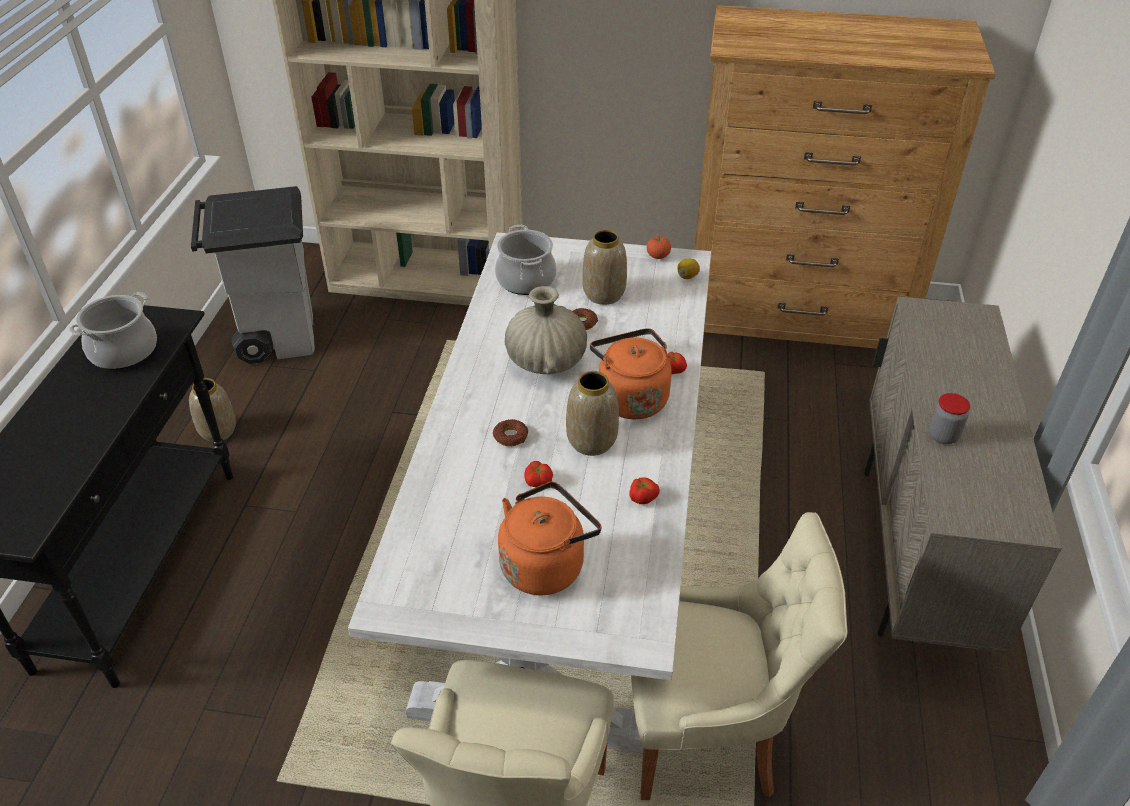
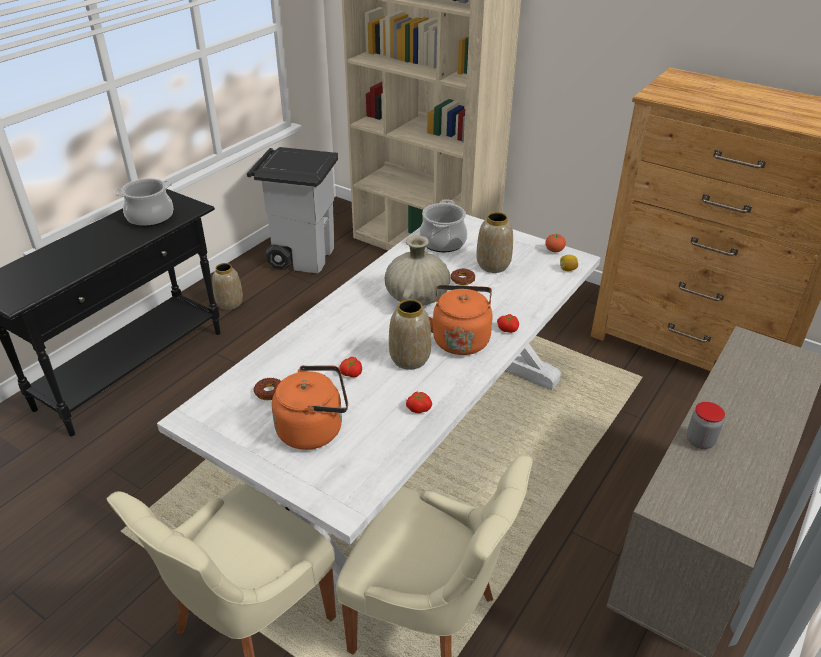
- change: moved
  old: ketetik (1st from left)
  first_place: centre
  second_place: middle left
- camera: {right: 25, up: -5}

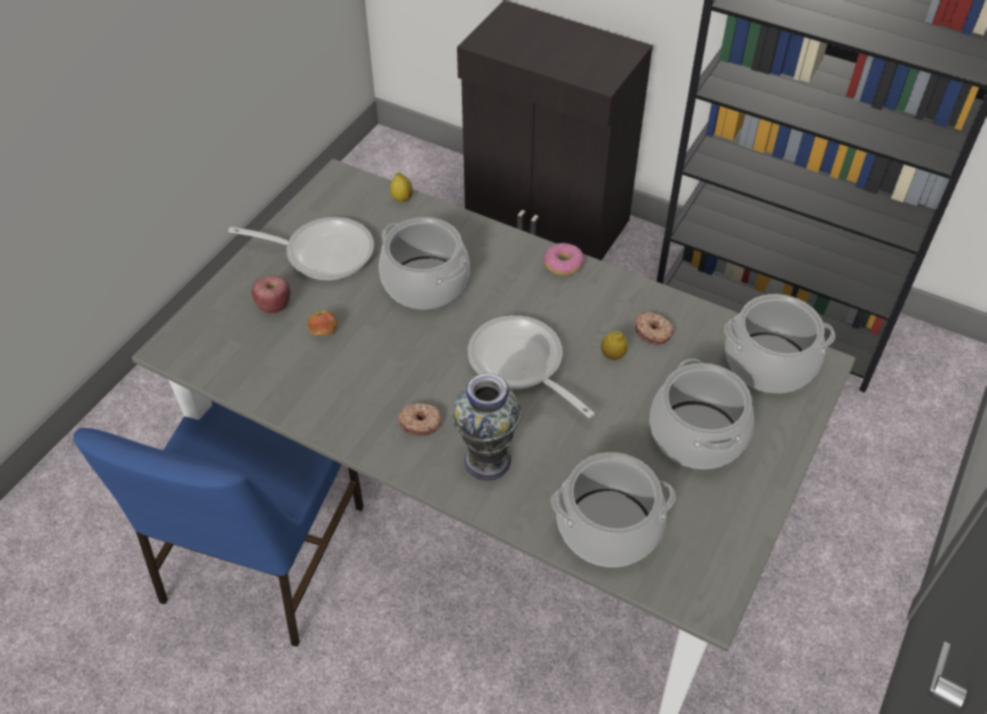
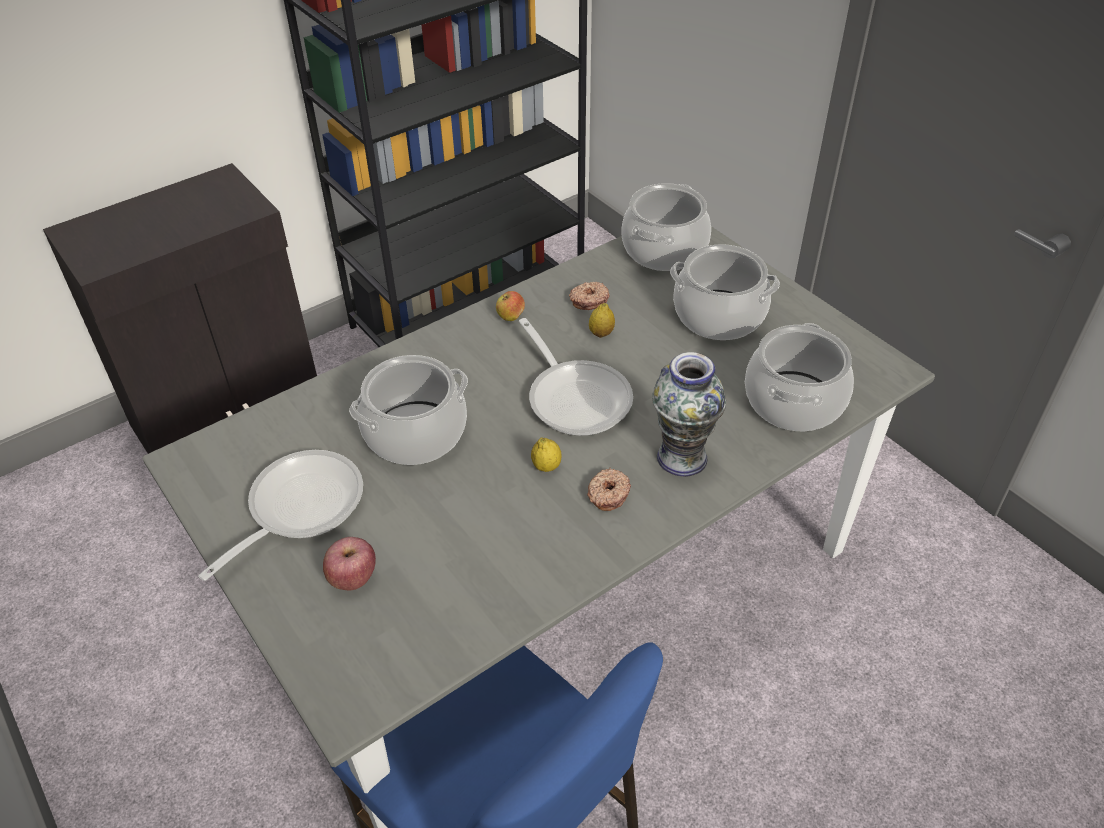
- change: moved
  old: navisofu (2nd from left)
  first_place: middle left
  second_place: centre
- change: turned
  old: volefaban (2nd from left)
  first_place: centre
  second_place: centre
  degrees: -105
- change: moved
  old: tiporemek (1st from left)
  first_place: top centre
  second_place: centre
- change: removed
  old: ketetik (2nd from left)
  first_place: centre
- camera: {right: -65, up: -5}

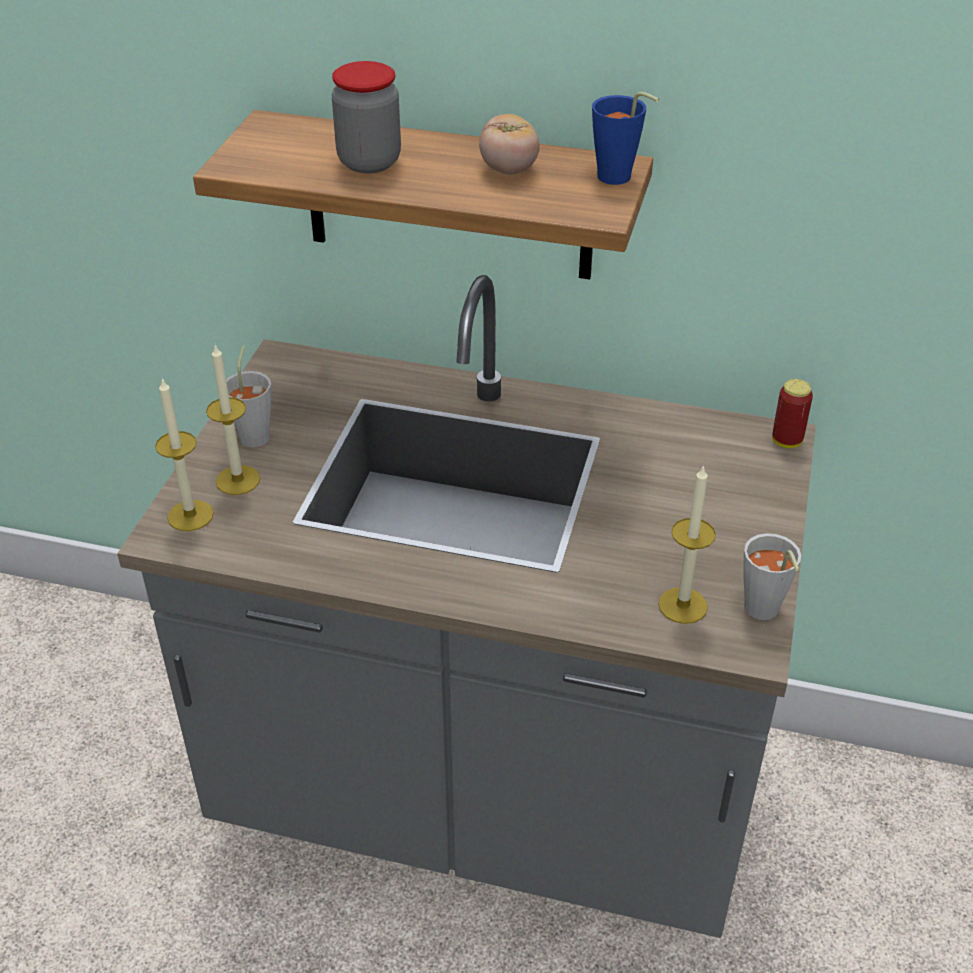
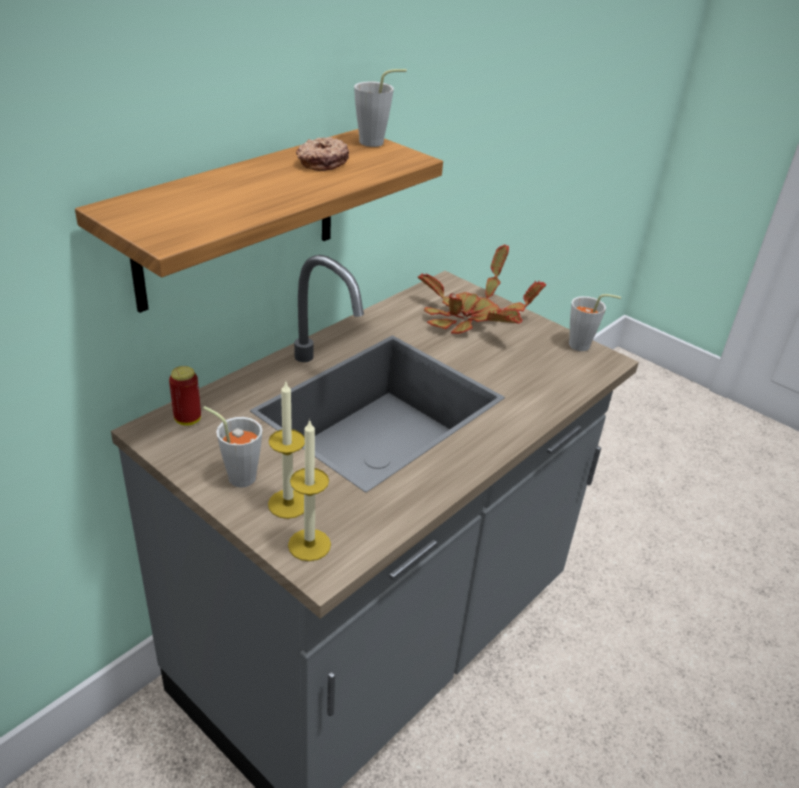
- change: moved
  old: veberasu
  first_place: middle right
  second_place: middle left
- change: replaced
  old: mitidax
  new: ketetik
  first_place: top centre
  second_place: top centre
- change: recoloured
  old: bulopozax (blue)
  new: bulopozax (grey) (2nd from left)
  first_place: top centre
  second_place: top centre
- change: added
  new: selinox
  second_place: centre
- change: removed
  old: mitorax
  first_place: top centre
- change: removed
  old: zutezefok (3rd from left)
  first_place: middle right
- camera: {right: -65, up: -5}

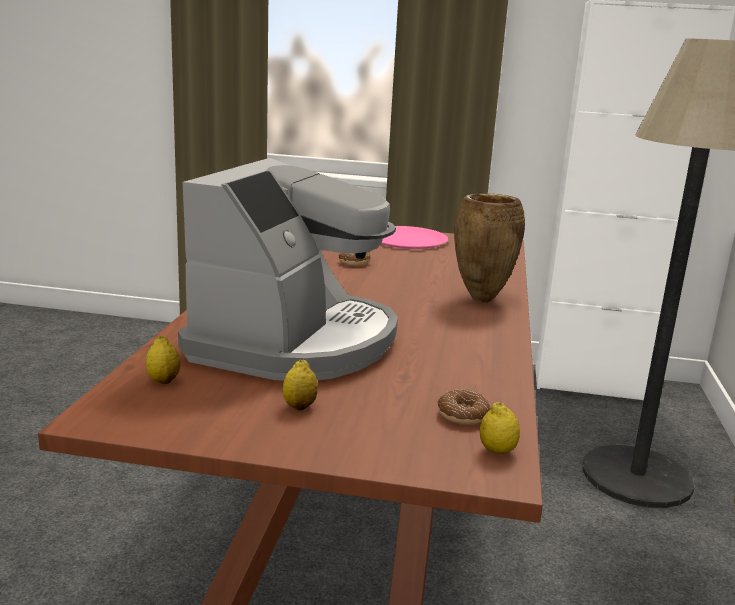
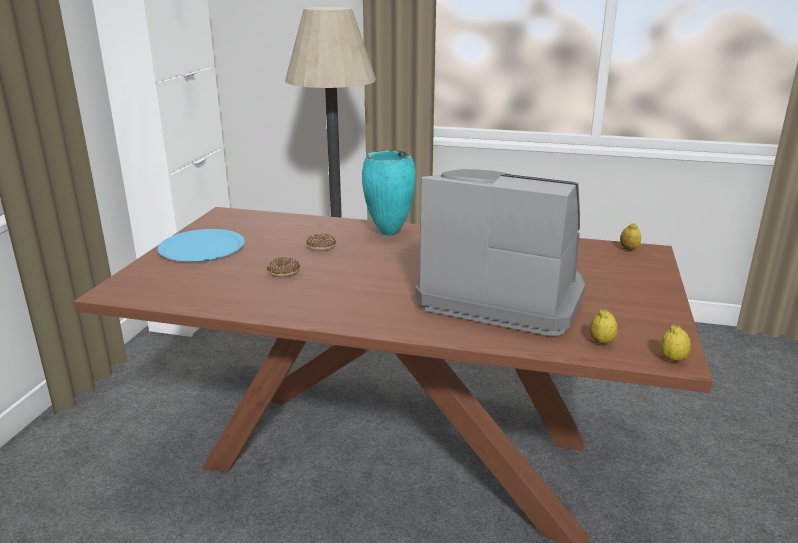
- change: recoloured
  old: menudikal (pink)
  new: menudikal (blue)
  first_place: centre
  second_place: middle left
- change: moved
  old: ketetik (2nd from left)
  first_place: bottom centre
  second_place: centre
- change: recoloured
  old: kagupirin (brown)
  new: kagupirin (turquoise)
  first_place: centre
  second_place: centre
- change: moved
  old: tiporemek (2nd from left in the first image)
  new: tiporemek (3rd from left)
  first_place: centre
  second_place: middle right
- camera: {right: -85, up: 5}

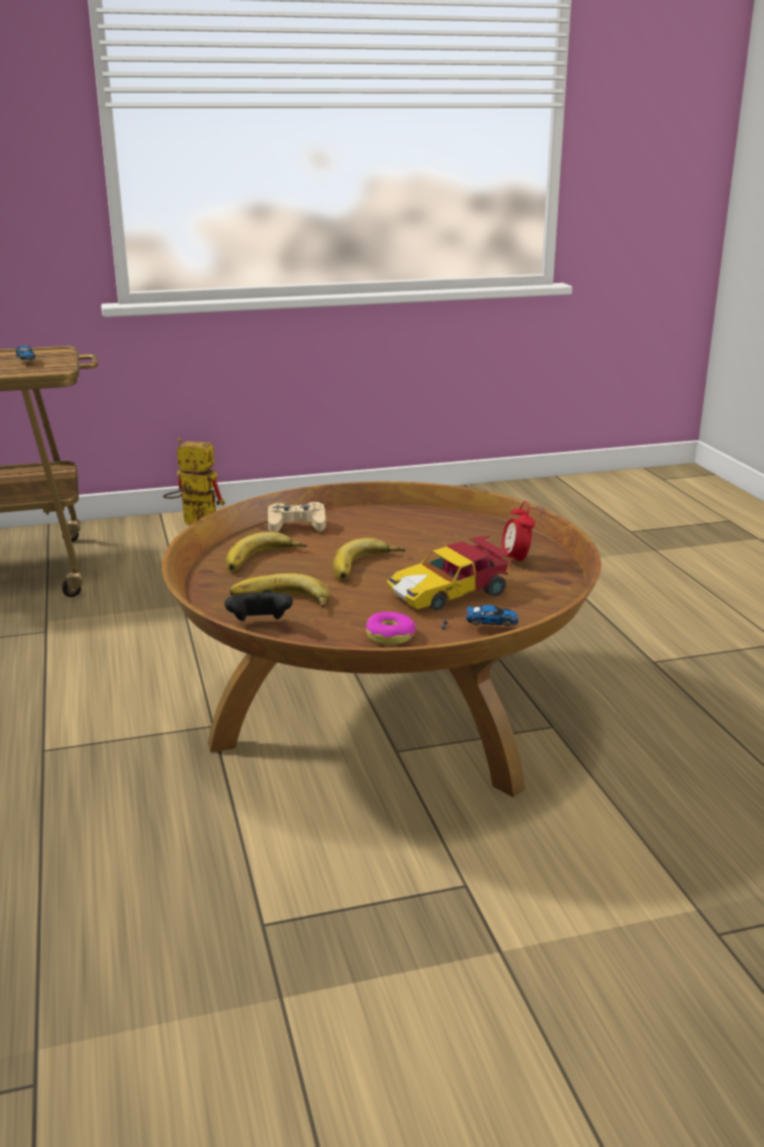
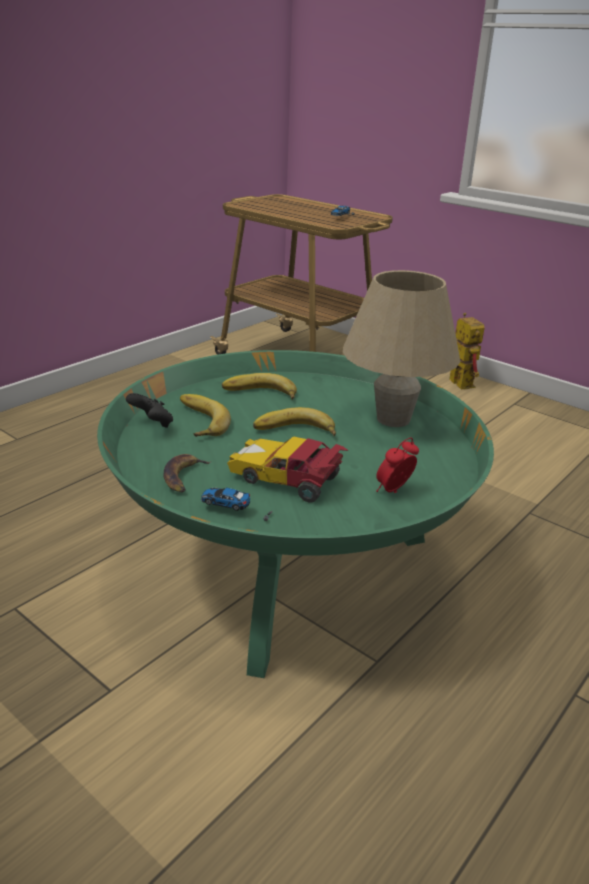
- change: recoloured
  old: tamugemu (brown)
  new: tamugemu (green)
  first_place: centre
  second_place: centre
- change: replaced
  old: ketetik
  new: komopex (1st from left)
  first_place: centre
  second_place: middle left
- change: turned
  old: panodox (3rd from left in the first image)
  first_place: centre
  second_place: centre
  degrees: 135
- change: added
  new: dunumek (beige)
  second_place: middle right
- change: removed
  old: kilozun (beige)
  first_place: centre
- camera: {right: 55, up: 5}

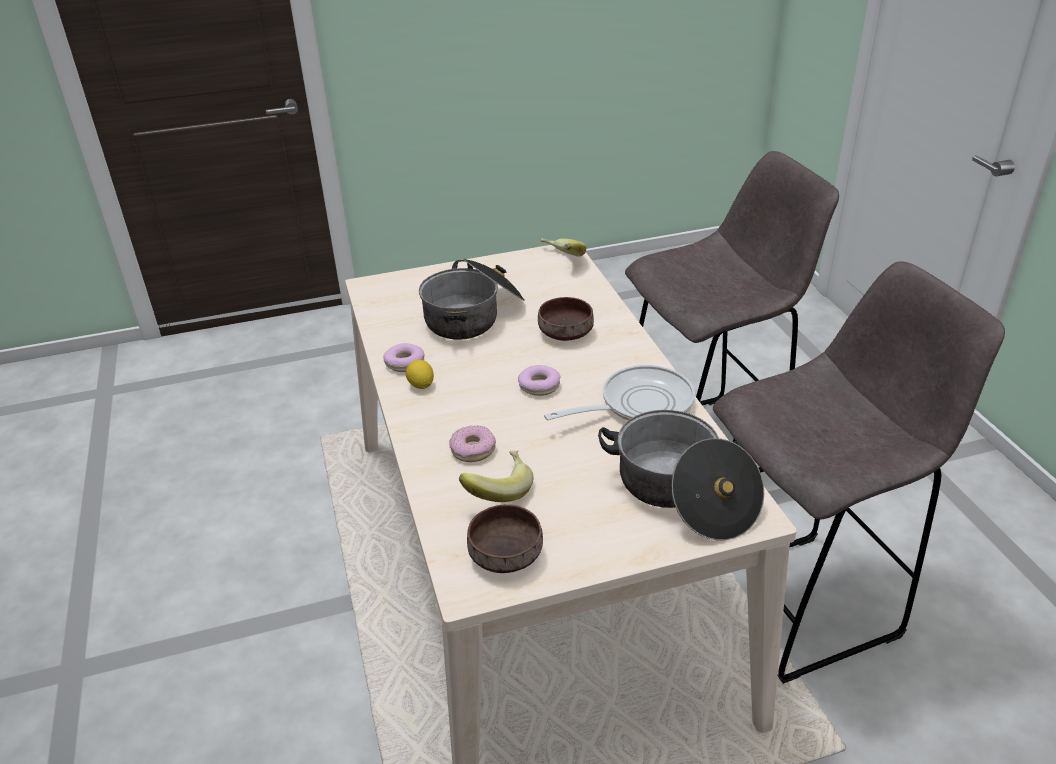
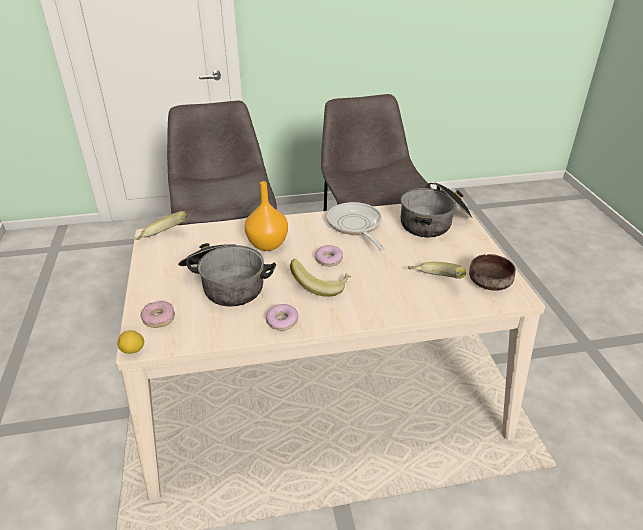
- change: moved
  old: tiporemek
  first_place: centre
  second_place: middle left
- change: moved
  old: ketetik (2nd from left in the first image)
  new: ketetik (1st from left)
  first_place: centre
  second_place: middle left
- change: replaced
  old: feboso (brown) (2nd from left)
  new: kagupirin (orange)
  first_place: centre
  second_place: centre
- change: added
  new: komopex (2nd from left)
  second_place: centre
- camera: {right: -85, up: 0}

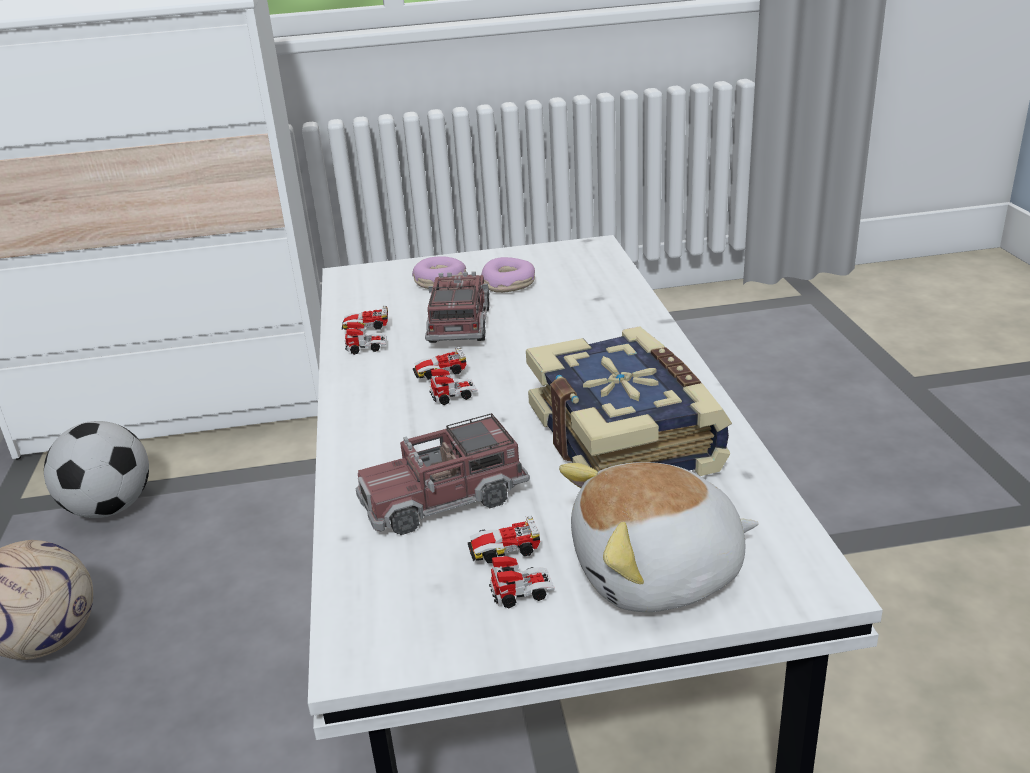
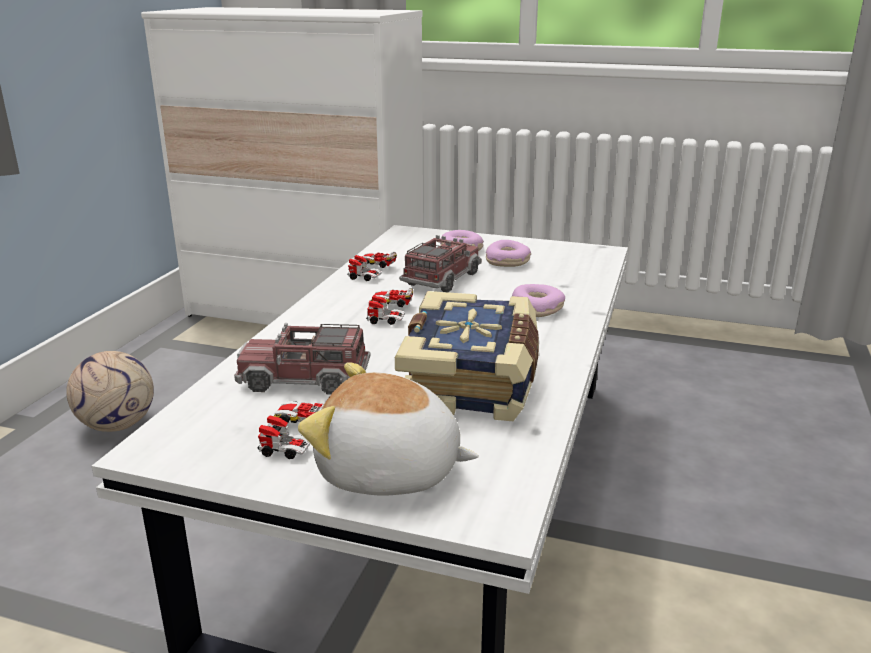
- change: added
  new: ketetik (3rd from left)
  second_place: centre
- change: removed
  old: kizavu (2nd from left)
  first_place: middle left
- camera: {right: 25, up: -5}

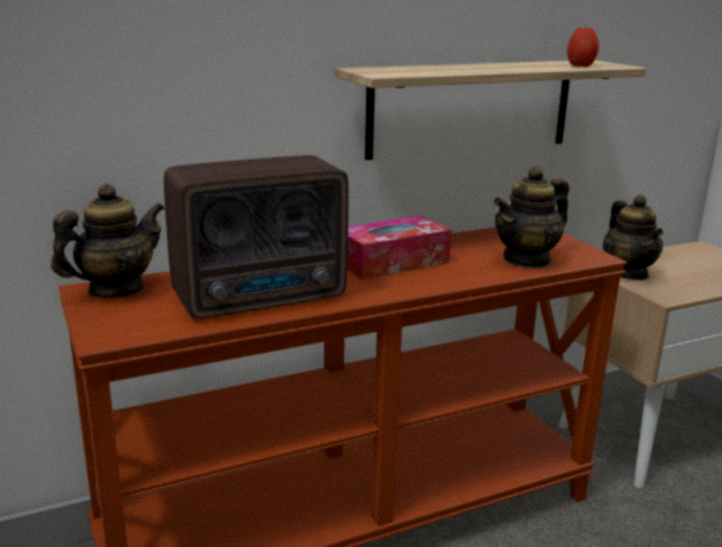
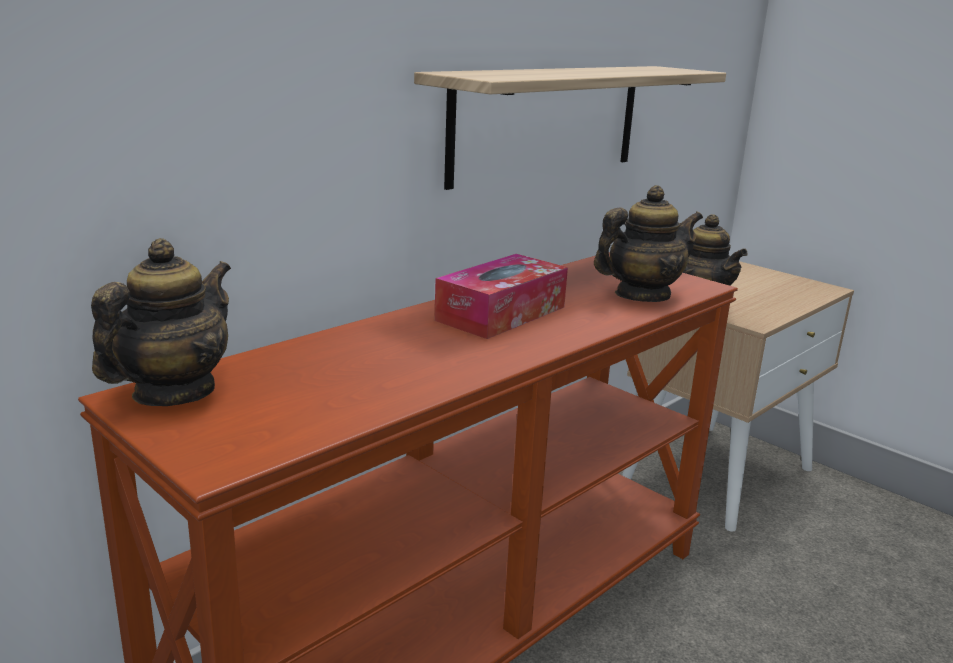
- change: turned
  old: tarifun (2nd from left)
  first_place: middle right
  second_place: middle right
  degrees: -150
- change: removed
  old: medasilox
  first_place: centre
- change: removed
  old: navisofu
  first_place: top right
- camera: {right: -20, up: 0}

